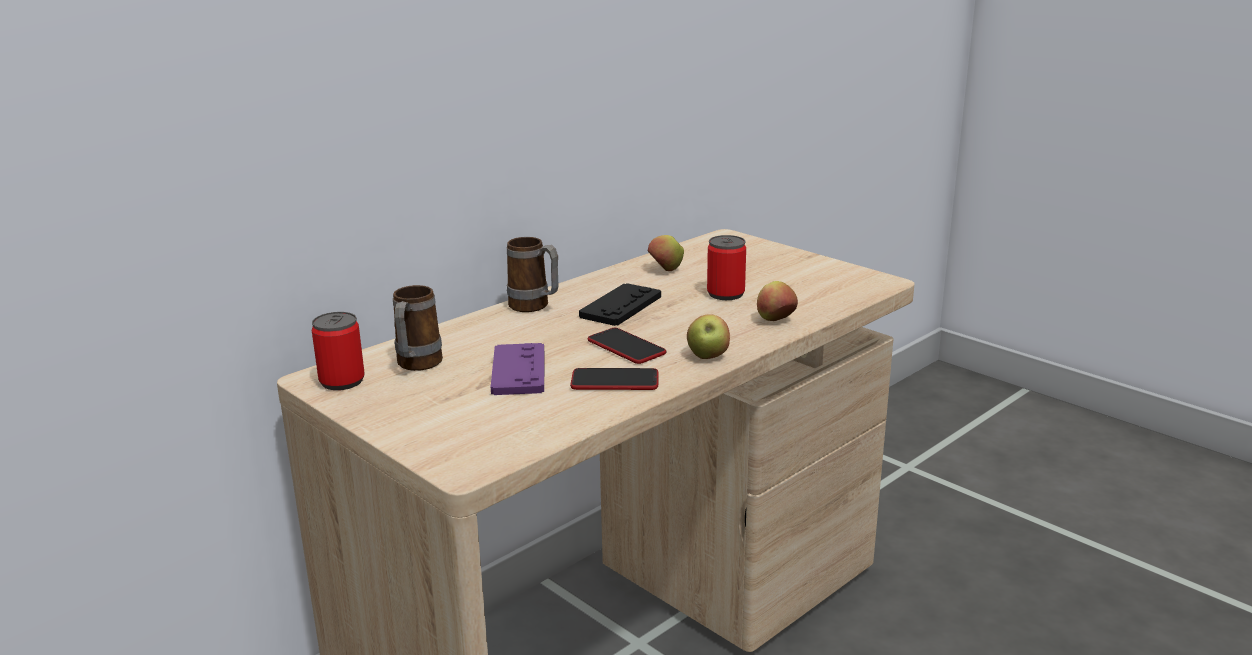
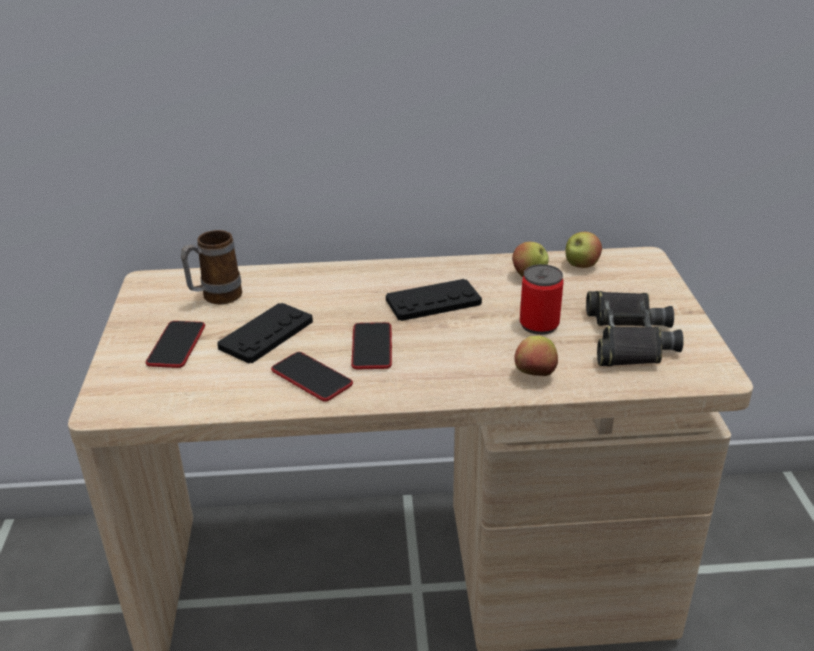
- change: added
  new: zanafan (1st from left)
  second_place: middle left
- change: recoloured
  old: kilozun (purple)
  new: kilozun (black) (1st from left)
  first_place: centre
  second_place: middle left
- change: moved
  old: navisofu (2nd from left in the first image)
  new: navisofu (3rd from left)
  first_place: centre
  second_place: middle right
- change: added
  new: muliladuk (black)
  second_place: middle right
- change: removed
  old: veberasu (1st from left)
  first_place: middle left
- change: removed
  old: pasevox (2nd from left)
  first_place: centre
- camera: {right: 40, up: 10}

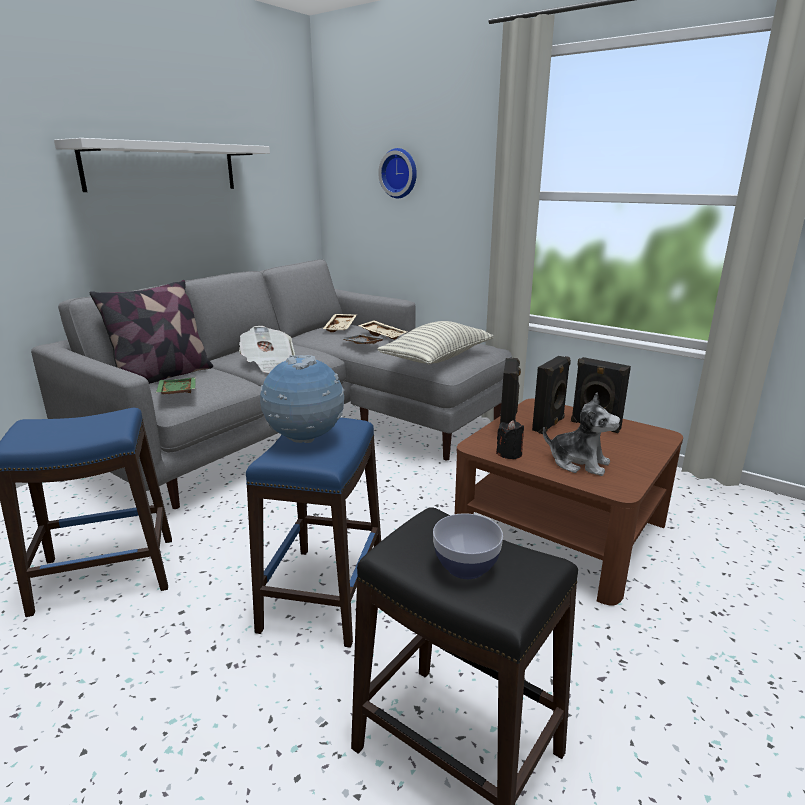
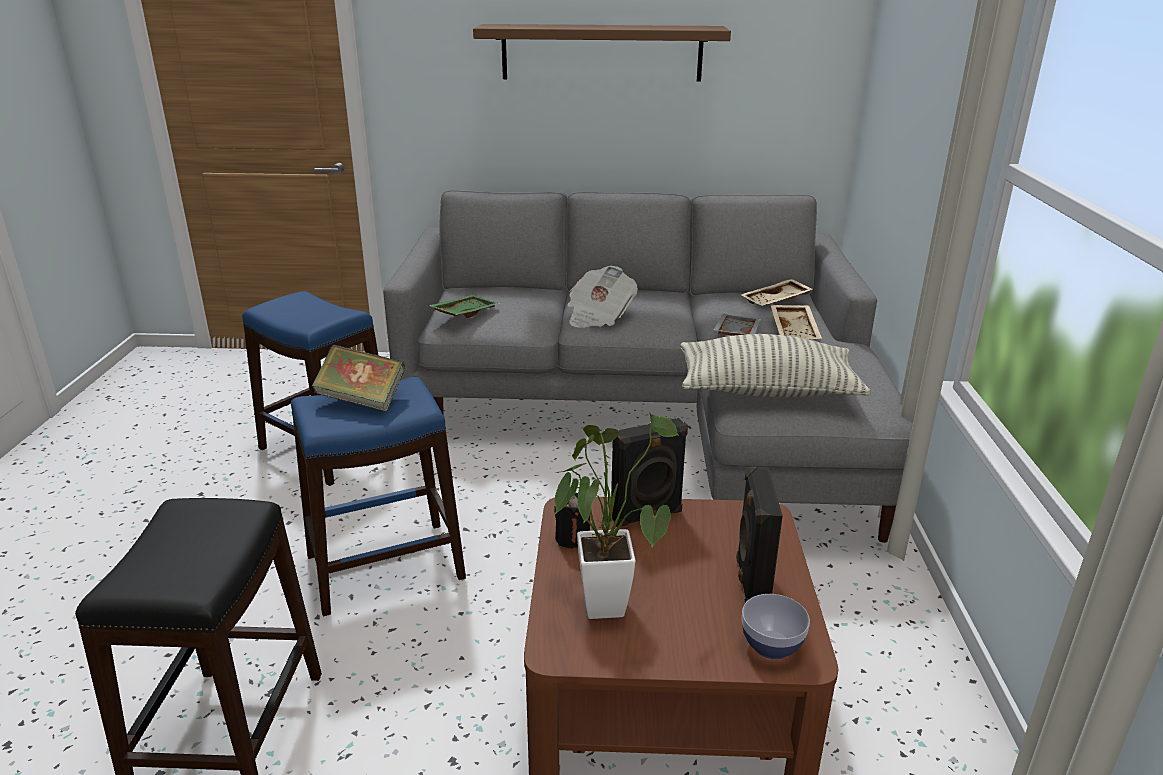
- change: replaced
  old: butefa
  new: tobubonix
  first_place: centre
  second_place: middle left
- change: recoloured
  old: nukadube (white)
  new: nukadube (brown)
  first_place: top left
  second_place: top centre
- change: replaced
  old: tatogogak
  new: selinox
  first_place: middle right
  second_place: centre
- change: moved
  old: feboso
  first_place: bottom centre
  second_place: bottom right
- change: removed
  old: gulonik (1st from left)
  first_place: middle left
- change: removed
  old: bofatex
  first_place: top centre
- change: removed
  old: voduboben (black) (2nd from left)
  first_place: middle right
- camera: {right: 55, up: 5}

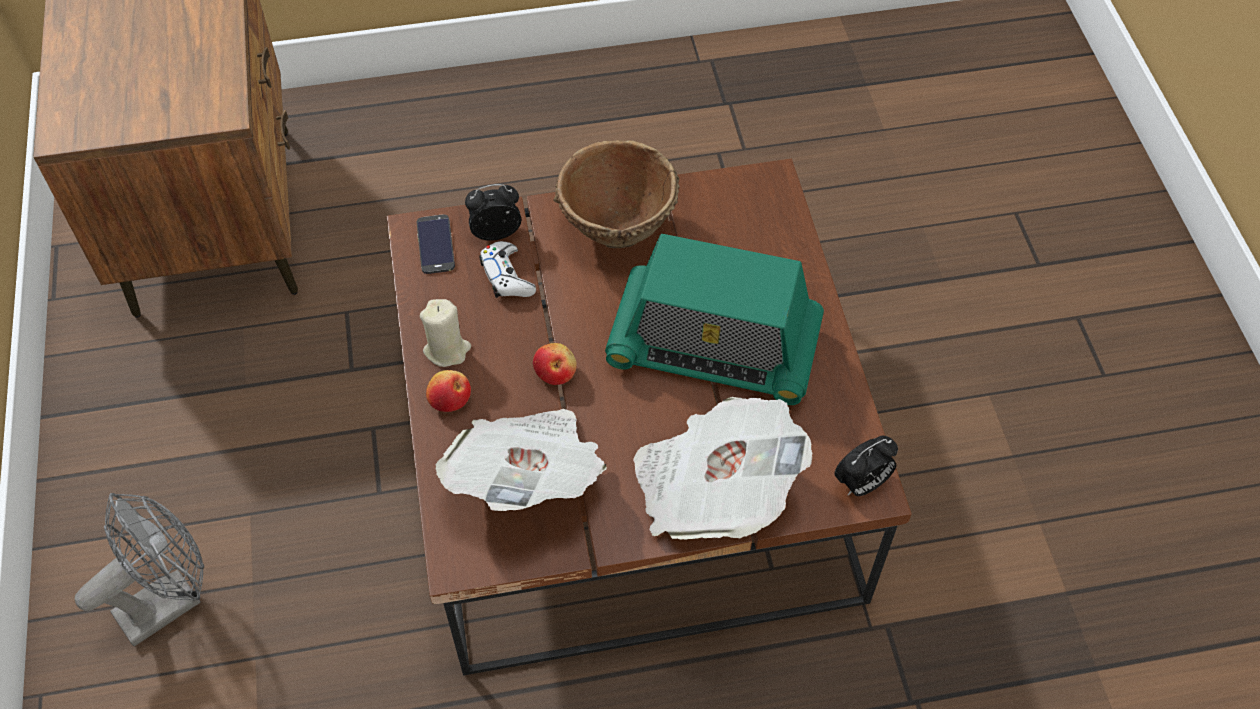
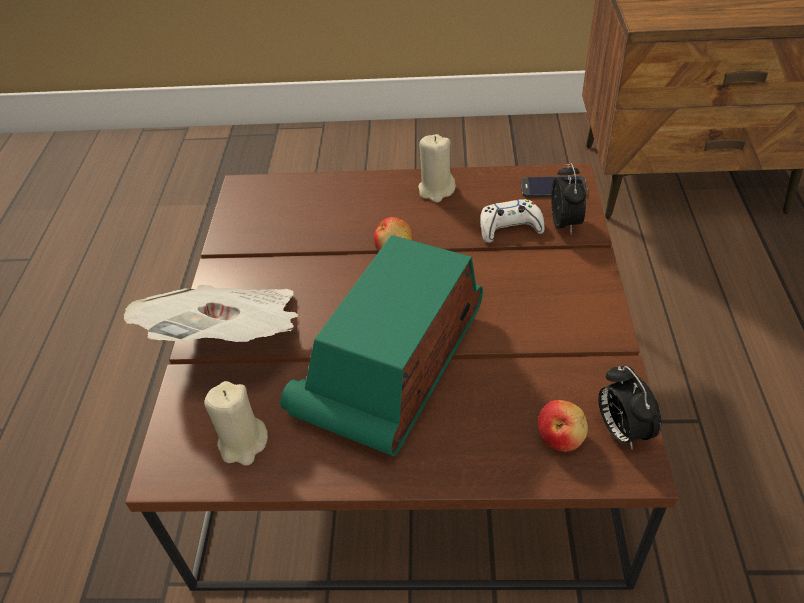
- change: added
  new: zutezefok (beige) (1st from left)
  second_place: bottom left
- change: moved
  old: navisofu (1st from left in the first image)
  new: navisofu (2nd from left)
  first_place: centre
  second_place: bottom right
- change: moved
  old: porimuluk (2nd from left)
  first_place: middle right
  second_place: bottom right
- change: removed
  old: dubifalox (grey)
  first_place: bottom left
- change: removed
  old: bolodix (1st from left)
  first_place: centre
- change: removed
  old: feboso (brown)
  first_place: top centre
- camera: {right: 105, up: -10}

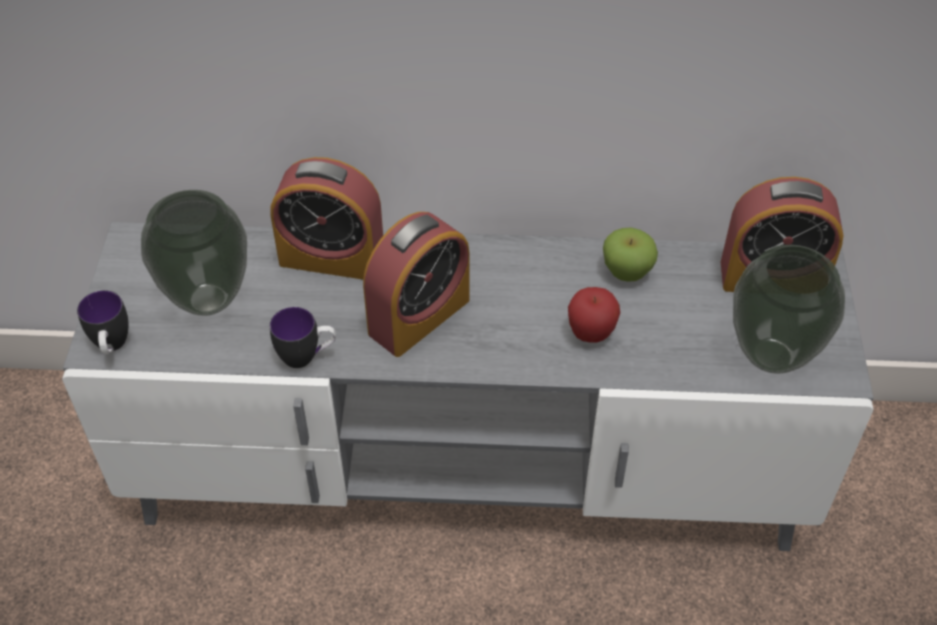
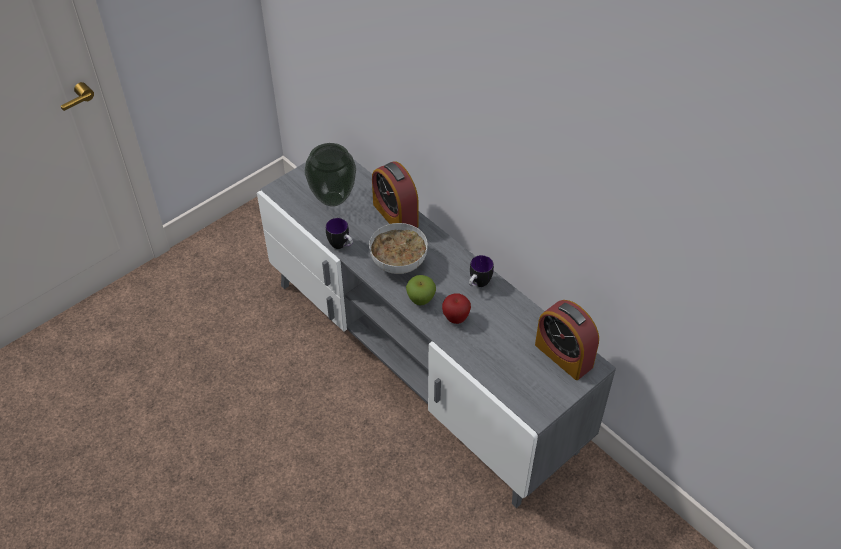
- change: replaced
  old: porimuluk (2nd from left)
  new: feboso
  first_place: centre
  second_place: centre
- change: moved
  old: navisofu (2nd from left in the first image)
  new: navisofu (1st from left)
  first_place: middle right
  second_place: centre
- change: moved
  old: pasevox (1st from left in the first image)
  new: pasevox (2nd from left)
  first_place: middle left
  second_place: centre
- change: removed
  old: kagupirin (2nd from left)
  first_place: middle right
- camera: {right: 45, up: 0}

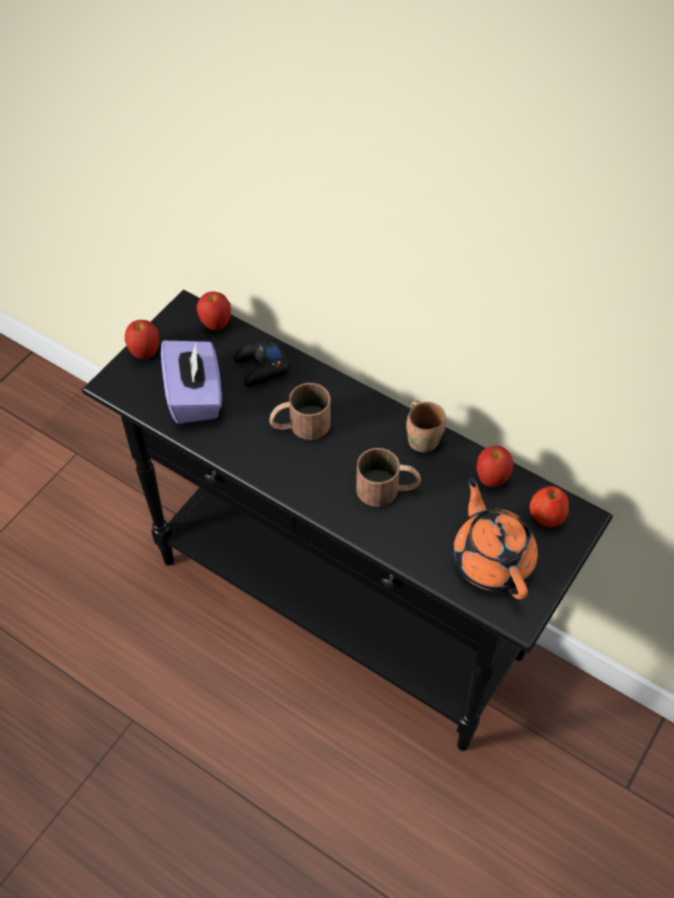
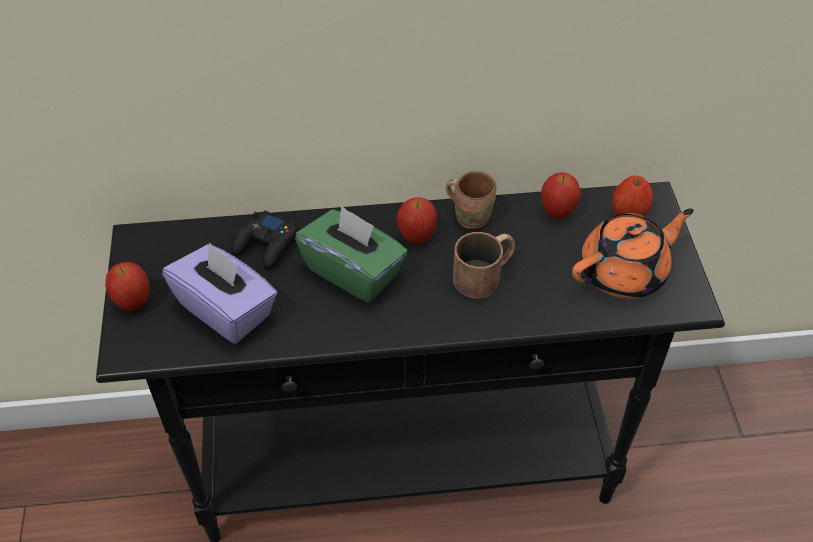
- change: replaced
  old: pasevox (brown) (1st from left)
  new: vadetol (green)
  first_place: centre
  second_place: centre
- change: moved
  old: navisofu (2nd from left)
  first_place: middle left
  second_place: centre
- change: turned
  old: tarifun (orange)
  first_place: middle right
  second_place: middle right
  degrees: 120
- camera: {right: -40, up: -5}

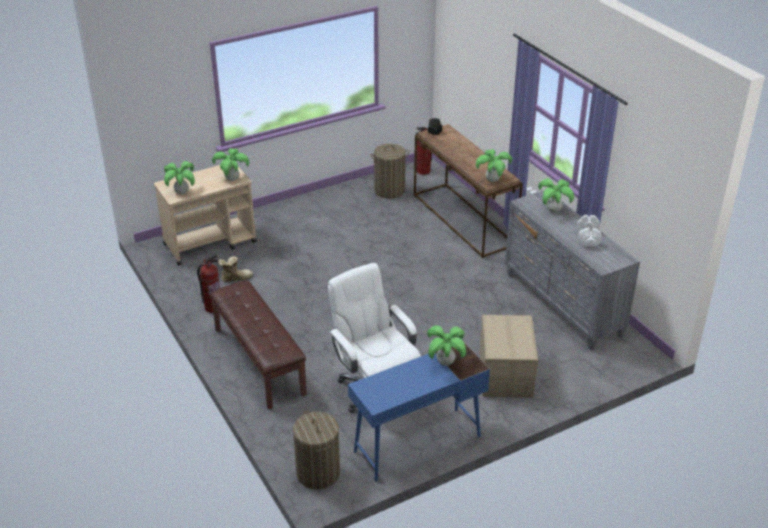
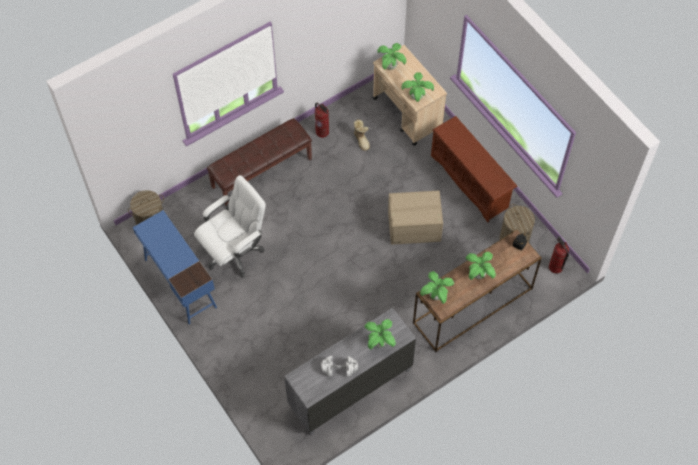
- change: moved
  old: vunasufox
  first_place: bottom centre
  second_place: centre
- change: added
  new: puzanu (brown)
  second_place: middle right
- change: moved
  old: selinox (3rd from left in the first image)
  new: selinox (5th from left)
  first_place: centre
  second_place: middle right
- camera: {right: 85, up: 25}

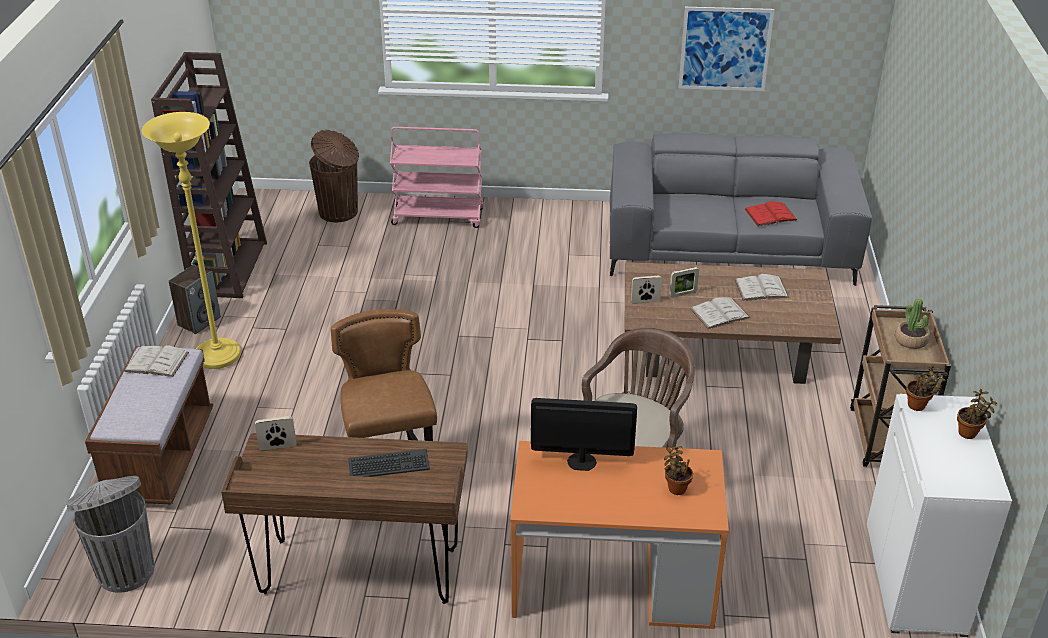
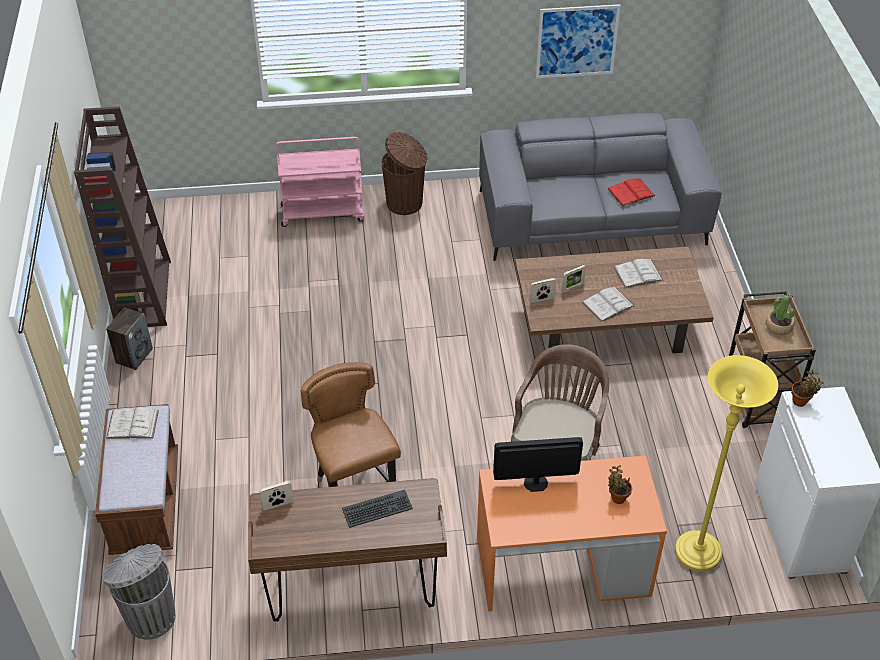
- change: moved
  old: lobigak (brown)
  first_place: top left
  second_place: top centre
- change: moved
  old: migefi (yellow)
  first_place: middle left
  second_place: bottom right
- change: removed
  old: selinox (4th from left)
  first_place: middle right
- camera: {right: -10, up: 10}

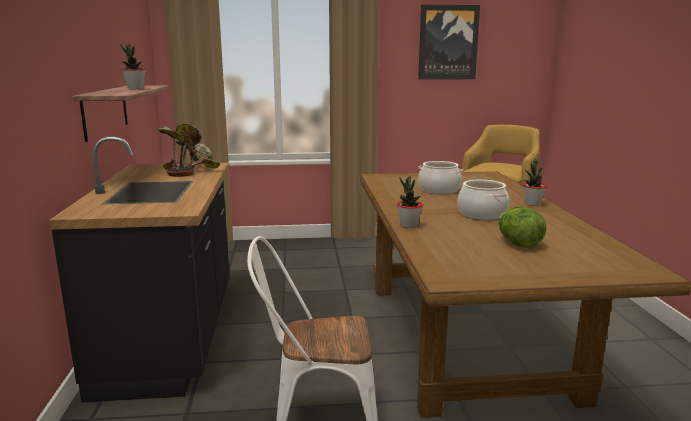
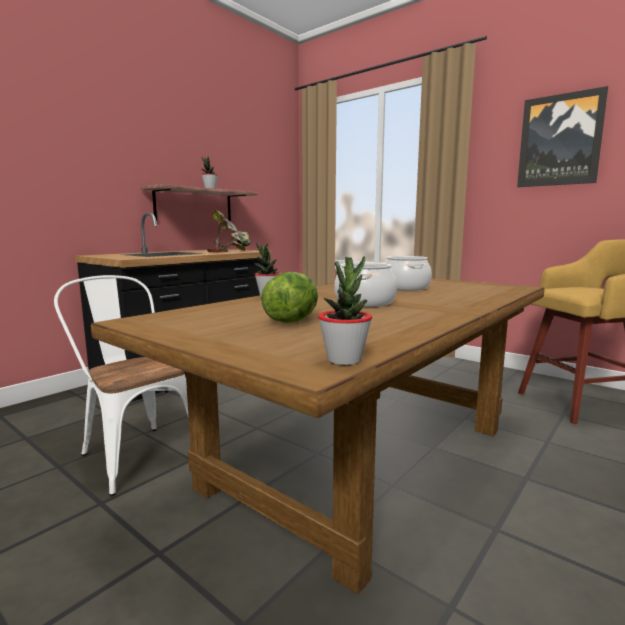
- change: moved
  old: selinox (4th from left)
  first_place: middle right
  second_place: centre
- camera: {right: 45, up: -5}

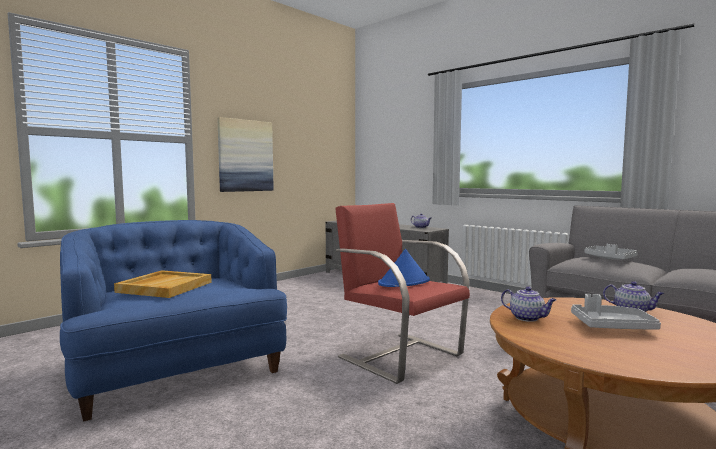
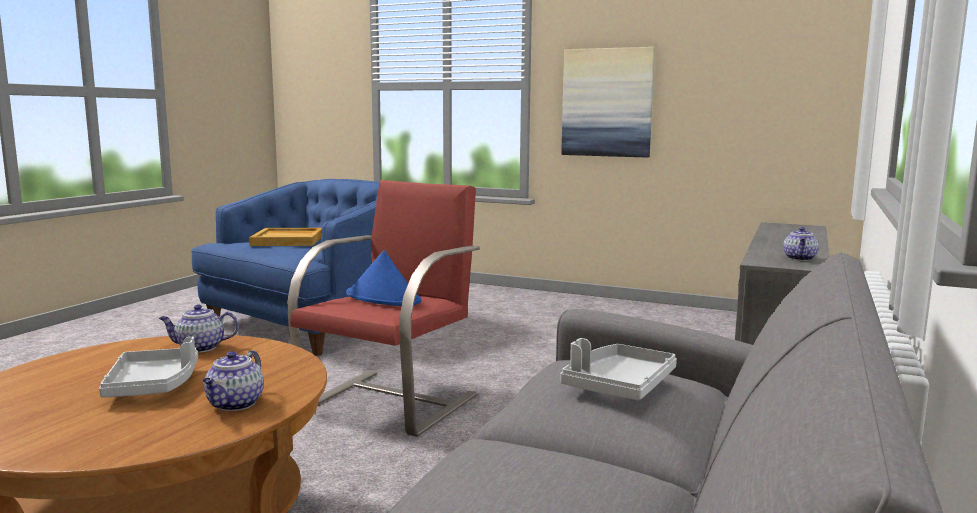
- change: turned
  old: tarifun (2nd from left in the first image)
  first_place: bottom right
  second_place: middle left
  degrees: 60
- camera: {right: 70, up: 5}

